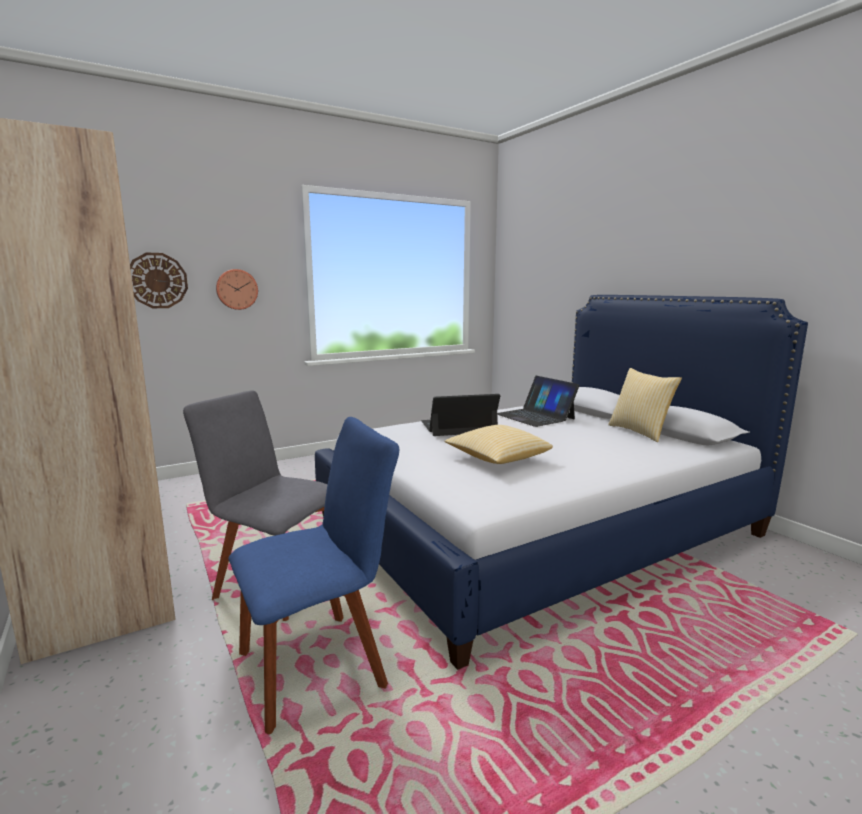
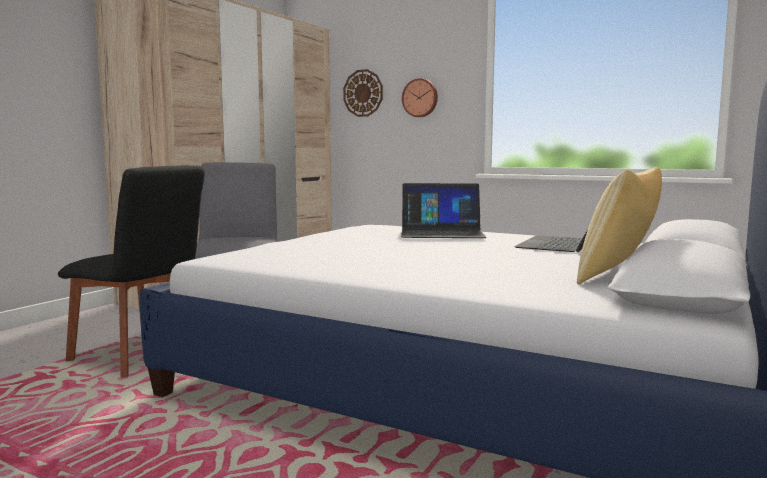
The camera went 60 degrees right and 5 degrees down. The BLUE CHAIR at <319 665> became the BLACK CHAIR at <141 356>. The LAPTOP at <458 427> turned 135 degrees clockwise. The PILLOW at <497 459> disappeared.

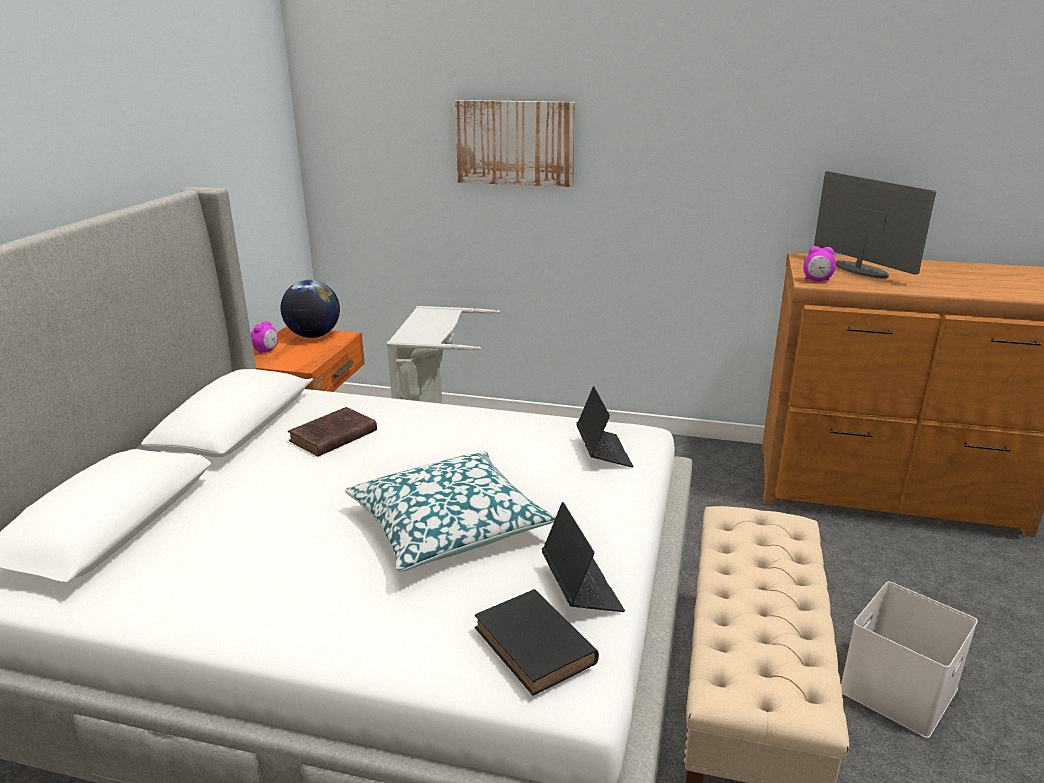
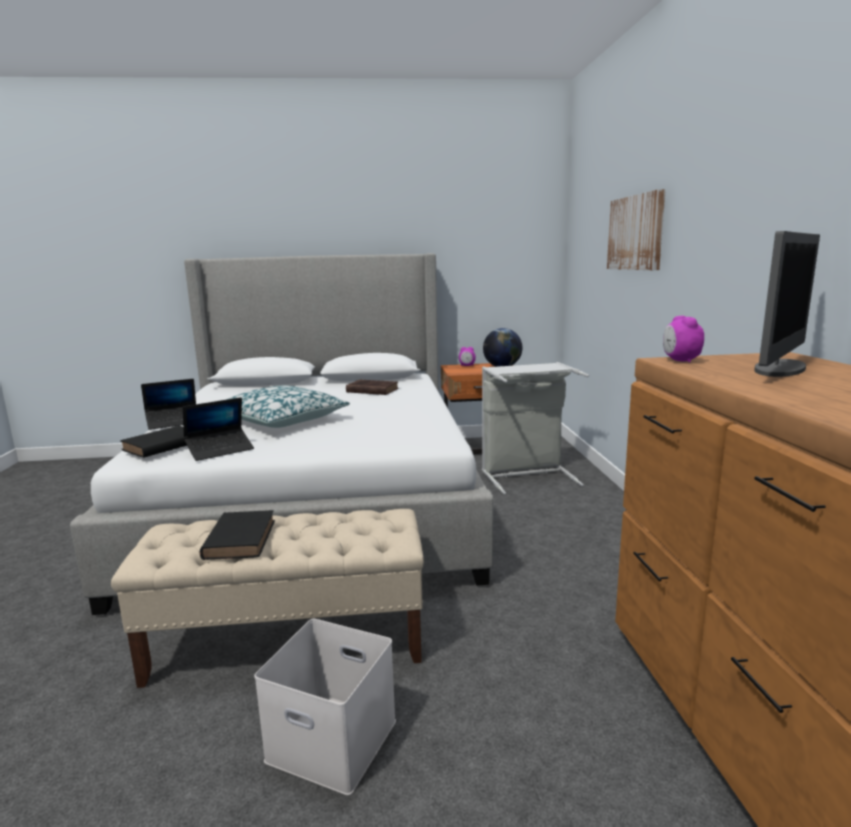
The camera went 70 degrees right and 10 degrees down. The LAPTOP moved from <603 452> to <174 422>. The BLACK BOOK at <240 538> appeared.

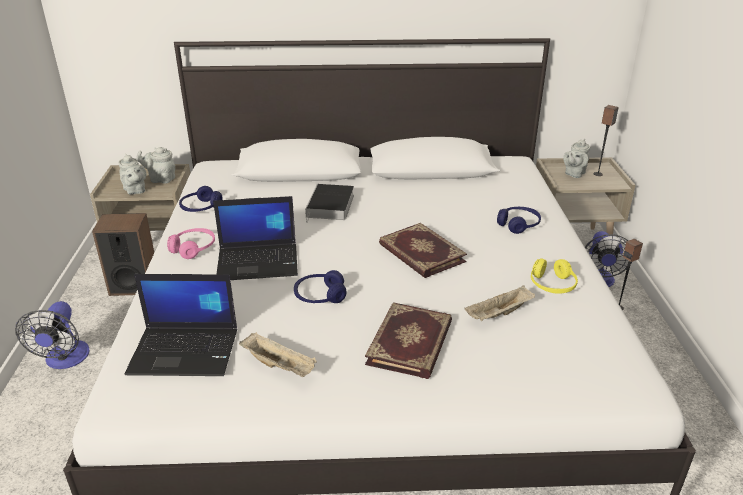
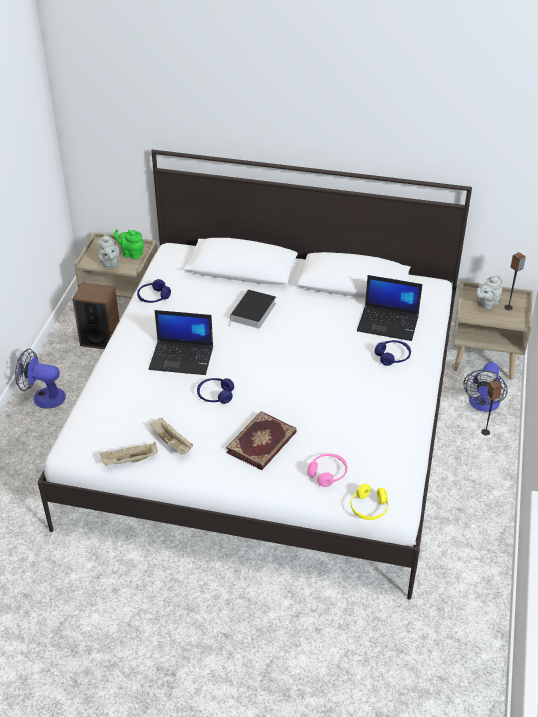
The camera went 15 degrees right and 10 degrees up. The FAN at <65 360> turned 90 degrees clockwise. The BEIGE TRAY moved from <499 314> to <129 461>. The GREY TEAPOT at <160 179> became the GREEN TEAPOT at <131 254>. The PINK HEADPHONES moved from <193 248> to <327 473>. The YELLOW HEADPHONES moved from <552 285> to <369 508>. The LAPTOP moved from <186 351> to <389 323>. The BOOK at <420 253> disappeared.

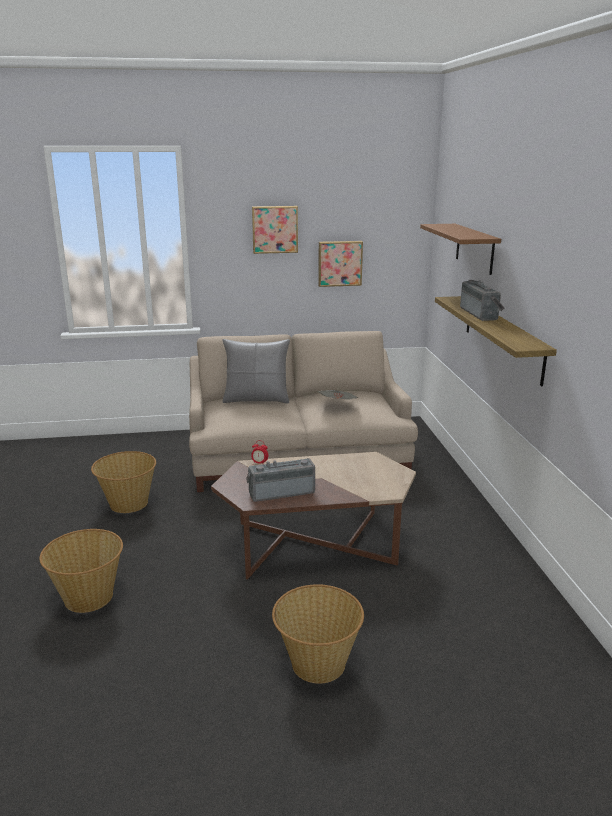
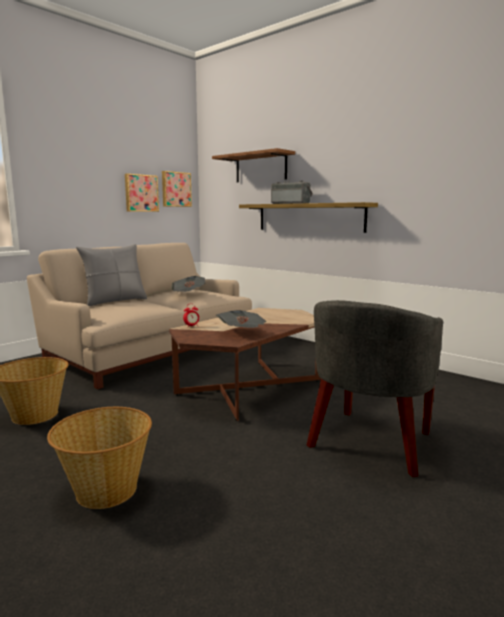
The camera went 40 degrees left and 10 degrees down. The PICTURE moved from <274 229> to <175 189>. The RADIO at <281 492> was replaced by the NEWSPAPER at <242 333>. The BASKET at <317 663> was replaced by the GREY ARMCHAIR at <370 443>.

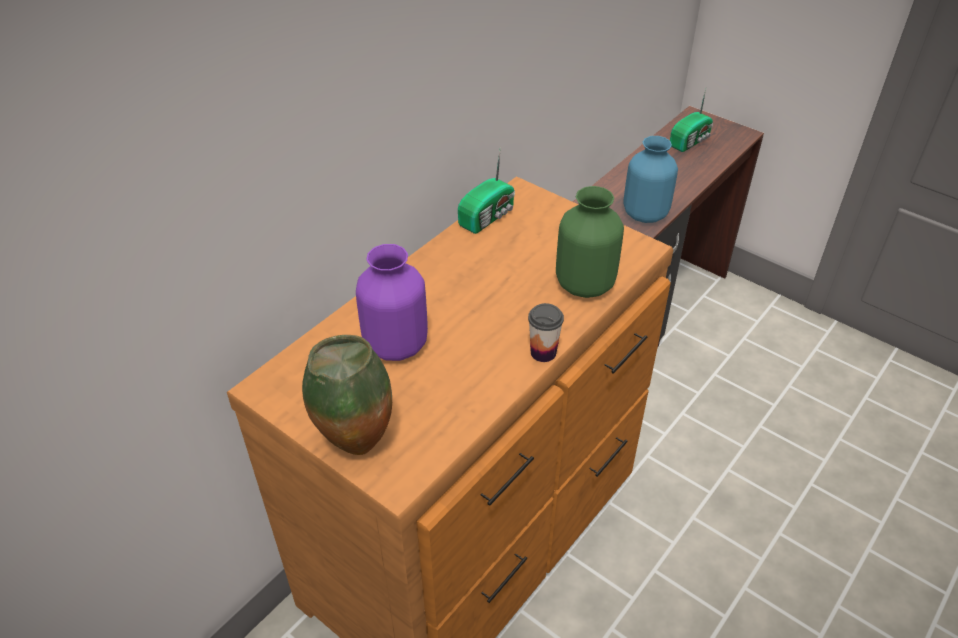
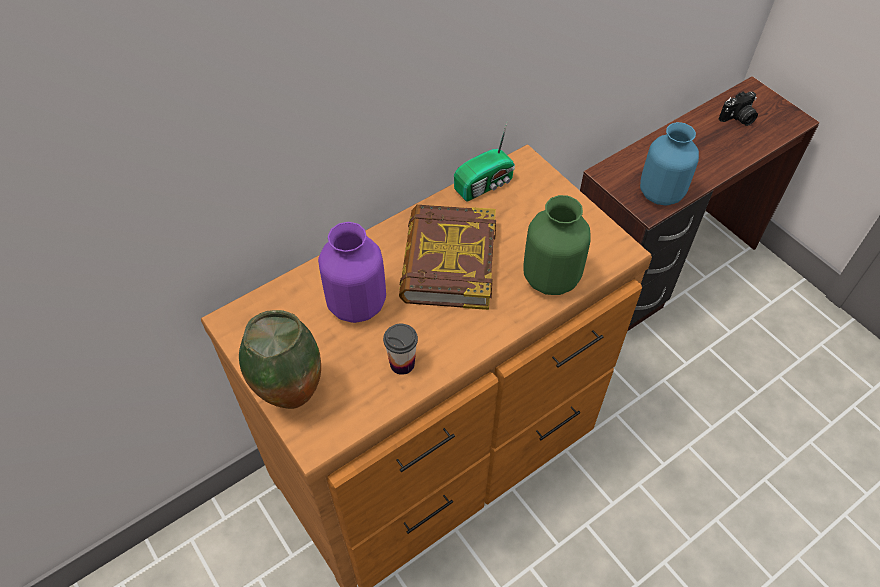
The camera went 15 degrees right and 10 degrees up. The CUP moved from <543 352> to <402 363>. The BOOK at <448 262> appeared. The RADIO at <691 141> was replaced by the PHOTO CAMERA at <738 118>.

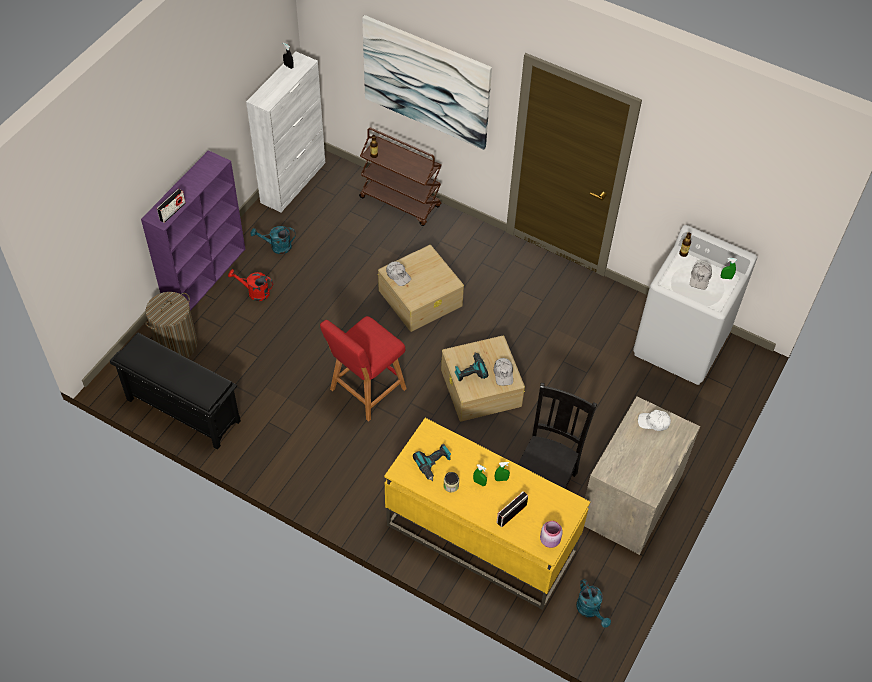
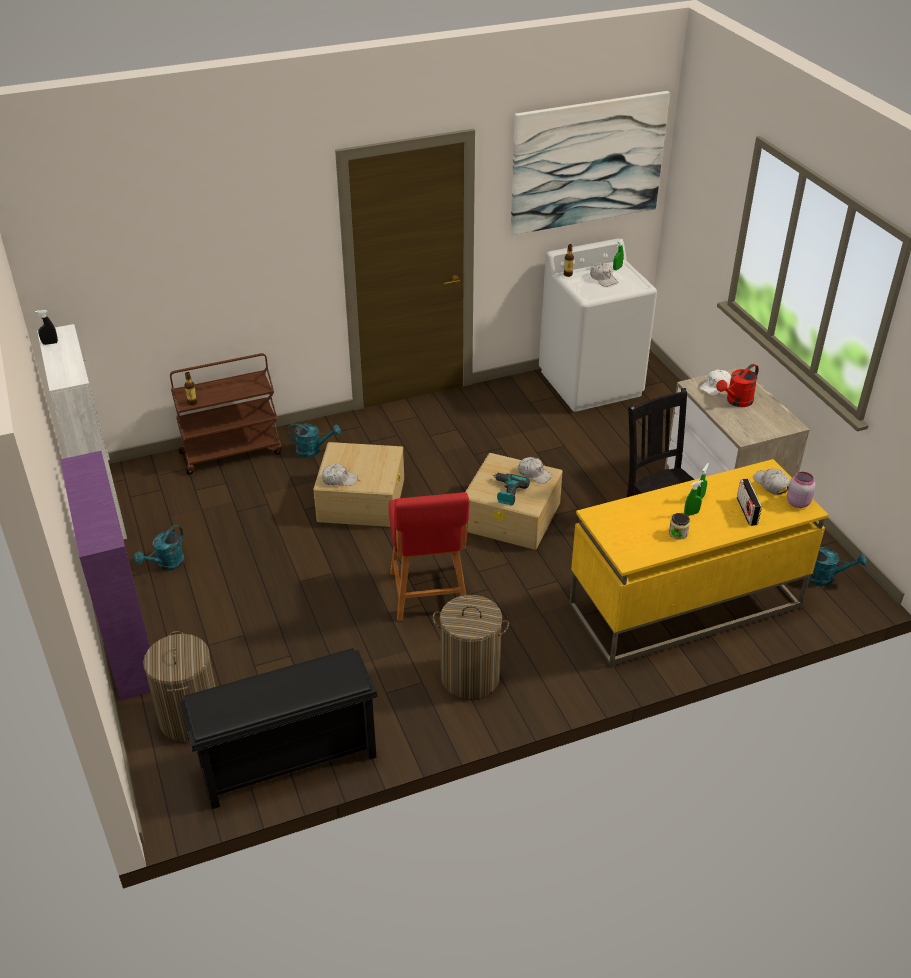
The camera went 50 degrees left and 15 degrees down. The TURQUOISE WATERING CAN at <313 450> appeared. The LAUNDRY BASKET at <470 677> appeared. The PICTURE moved from <426 82> to <587 162>. The RED WATERING CAN moved from <254 292> to <736 402>. The WHITE CAP at <771 484> appeared. The RADIO at <172 211> disappeared. The POWER DRILL at <434 464> disappeared.

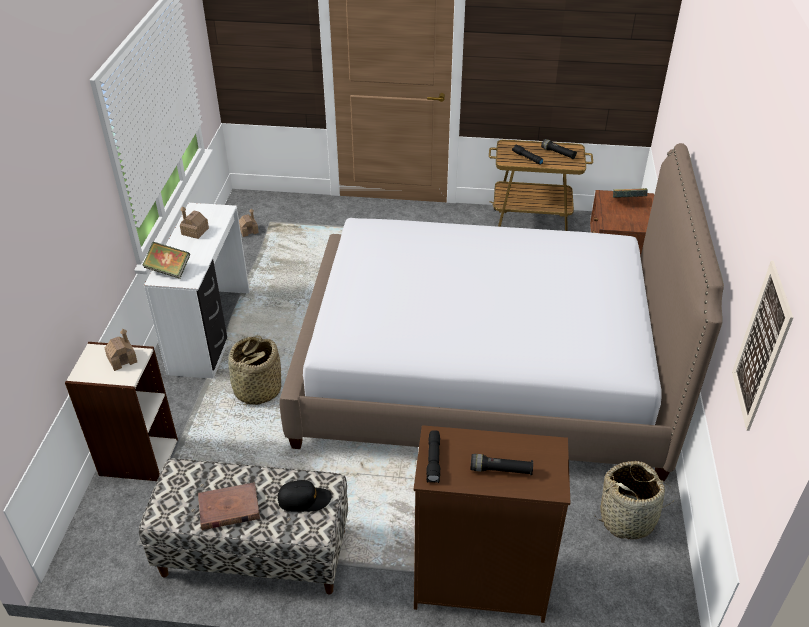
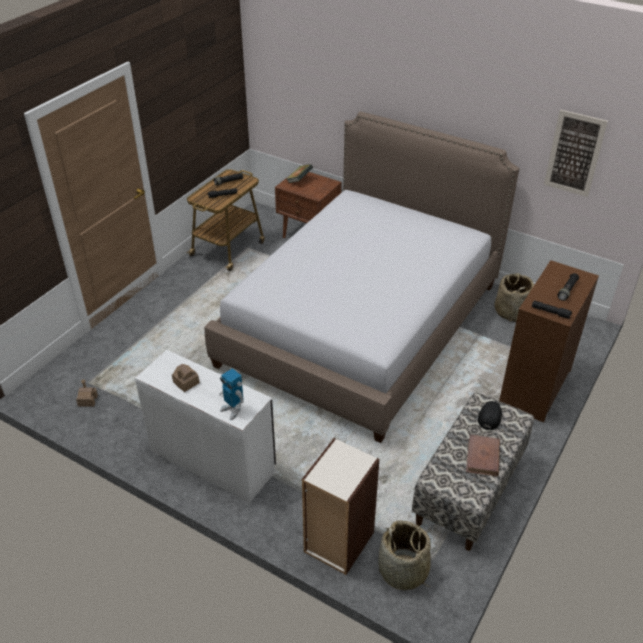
The camera went 65 degrees left and 0 degrees up. The BOOK at <168 270> was replaced by the TOY ROBOT at <233 410>. The BASKET moved from <257 390> to <403 571>. The TOY HOUSE at <122 359> disappeared.

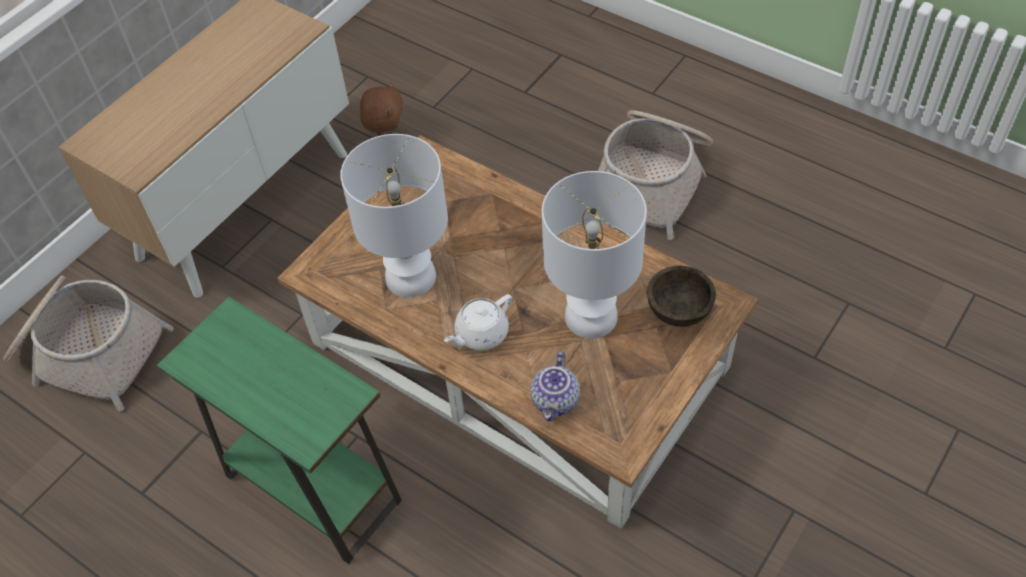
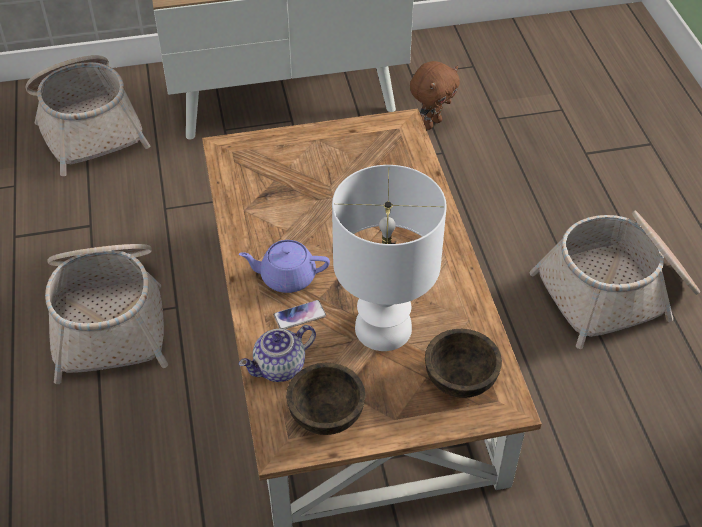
The camera went 40 degrees right and 5 degrees down. The GREEN SIDE TABLE at <312 488> was replaced by the BASKET at <110 317>. The WHITE TEAPOT at <480 334> became the PURPLE TEAPOT at <286 277>. The PHONE at <299 316> appeared. The BROWN BOWL at <326 415> appeared. The WHITE TABLE LAMP at <412 277> disappeared.

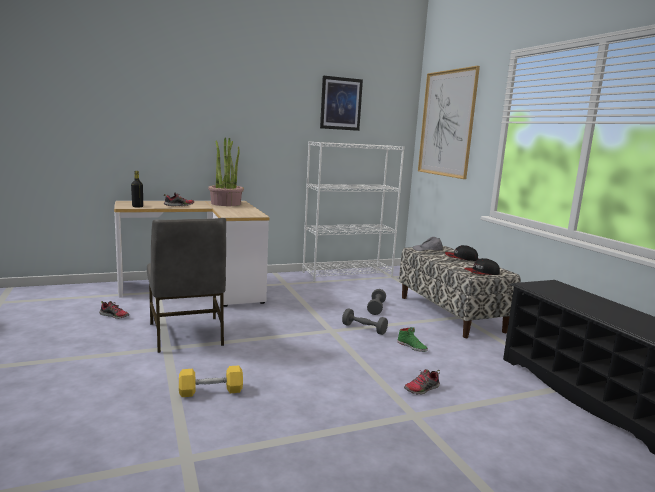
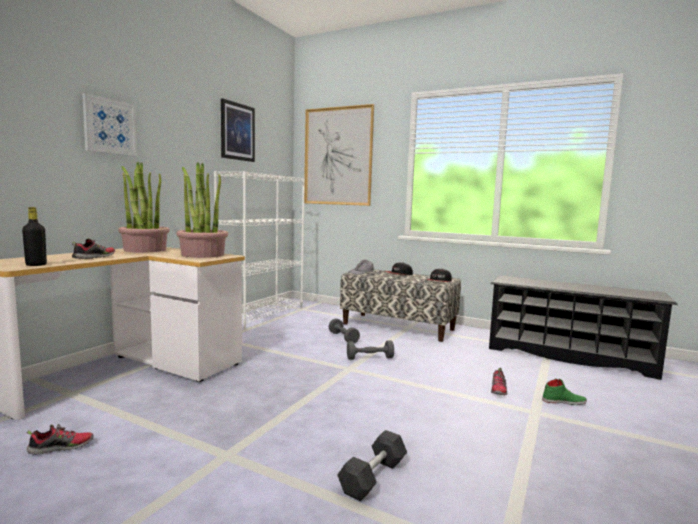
The camera went 40 degrees left and 5 degrees down. The PICTURE at <110 126> appeared. The POTTED PLANT at <202 254> appeared. The YELLOW DUMBBELL at <211 391> became the GREY DUMBBELL at <373 477>. The GREEN SHOE moved from <412 346> to <563 401>. The GREY CHAIR at <187 334> disappeared.

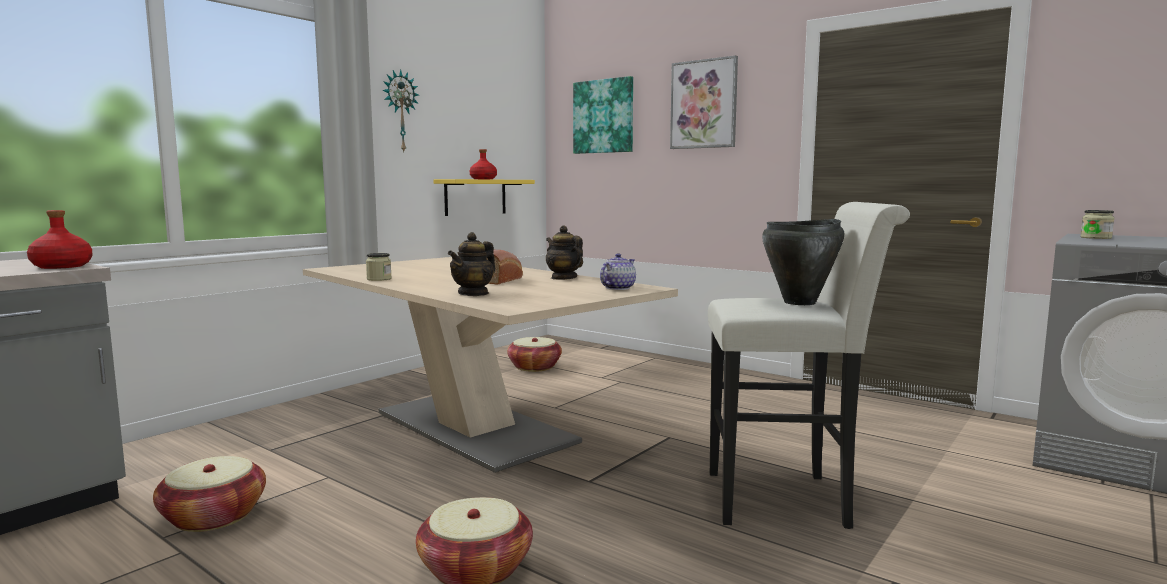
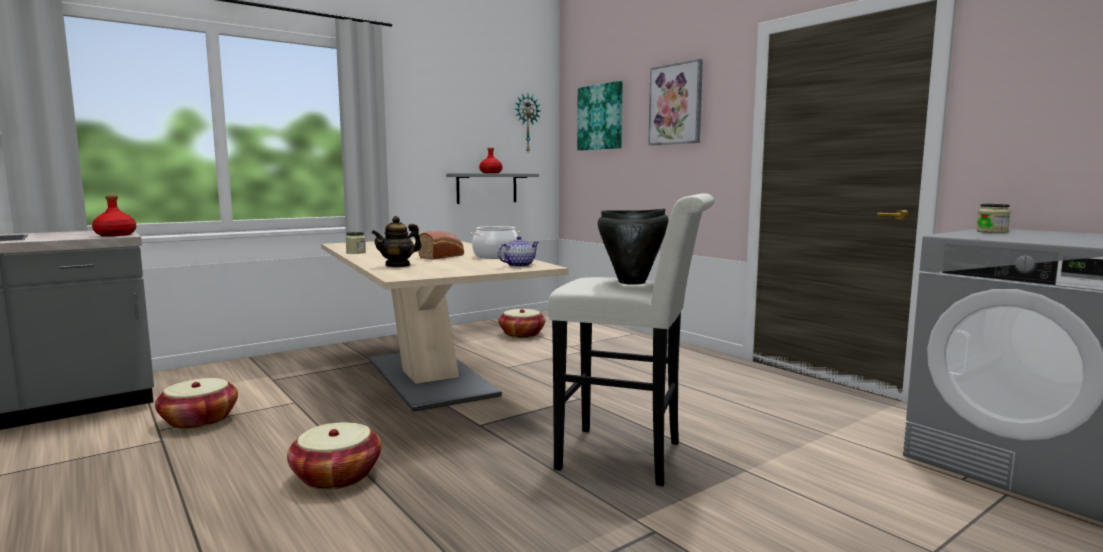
The camera went 15 degrees right and 0 degrees up. The YELLOW SHELF at <475 197> became the GREY SHELF at <487 188>. The TEAPOT at <563 278> was replaced by the COOKING POT at <495 256>. The WALL CLOCK moved from <399 111> to <526 123>.

